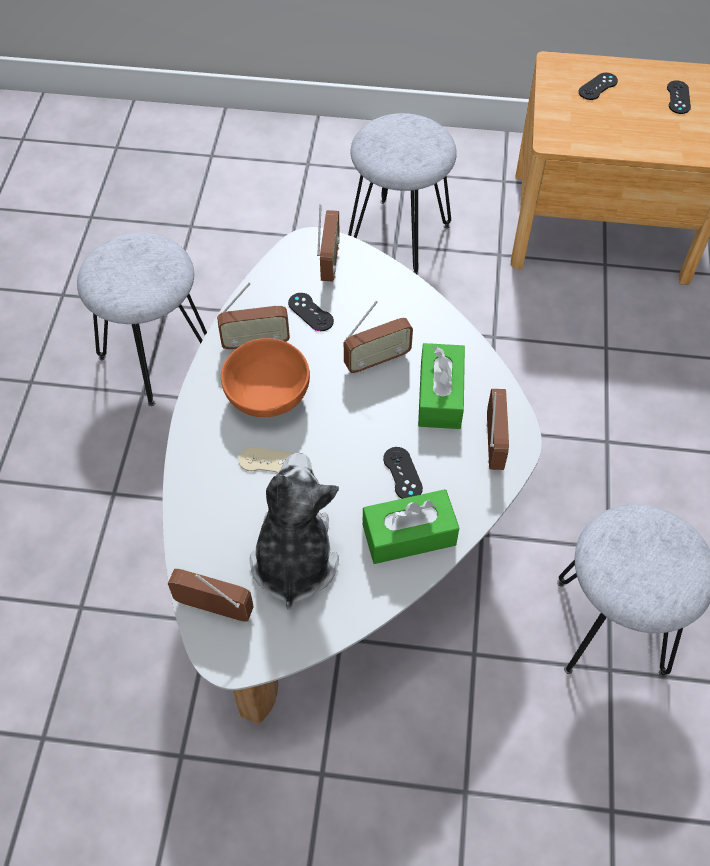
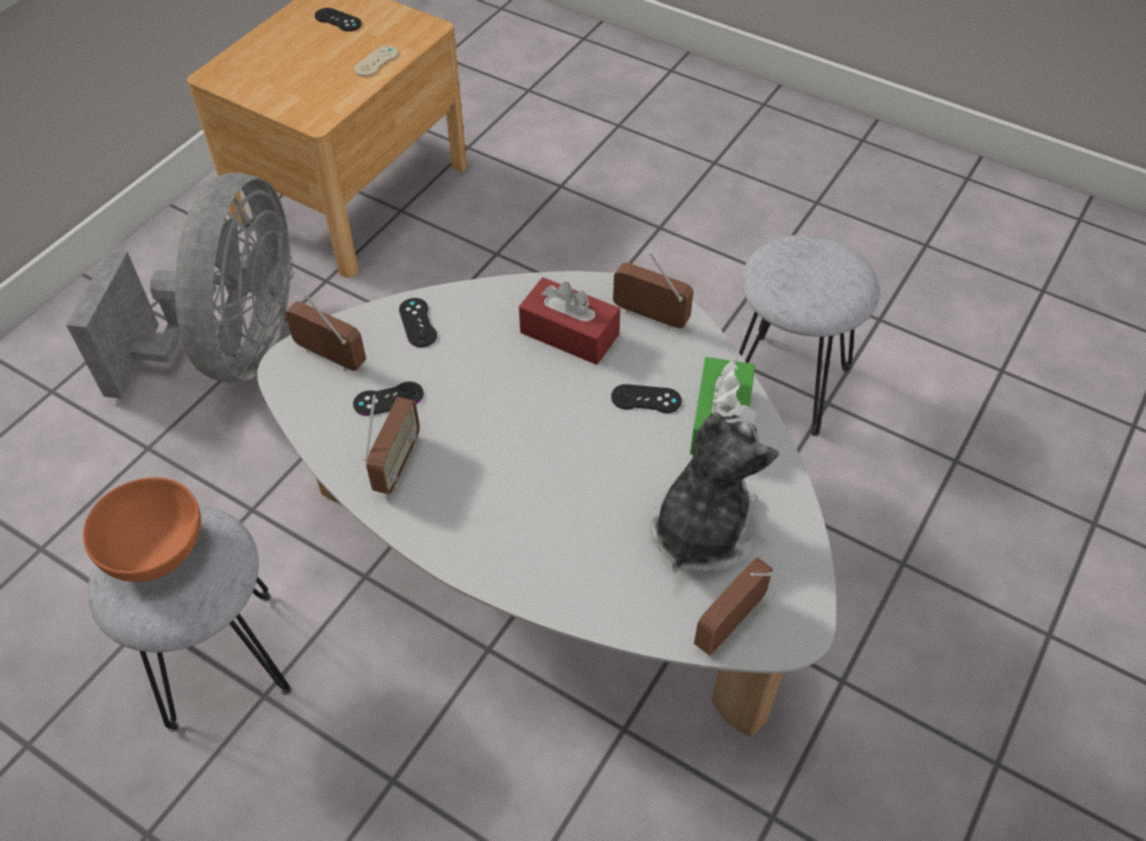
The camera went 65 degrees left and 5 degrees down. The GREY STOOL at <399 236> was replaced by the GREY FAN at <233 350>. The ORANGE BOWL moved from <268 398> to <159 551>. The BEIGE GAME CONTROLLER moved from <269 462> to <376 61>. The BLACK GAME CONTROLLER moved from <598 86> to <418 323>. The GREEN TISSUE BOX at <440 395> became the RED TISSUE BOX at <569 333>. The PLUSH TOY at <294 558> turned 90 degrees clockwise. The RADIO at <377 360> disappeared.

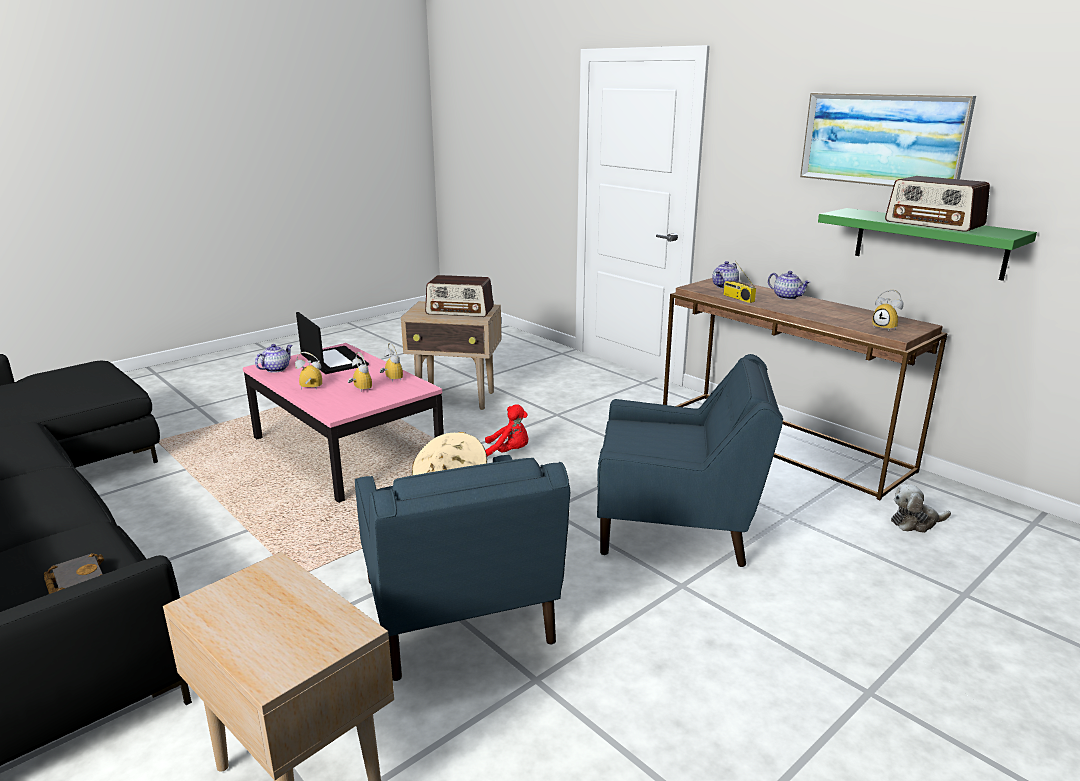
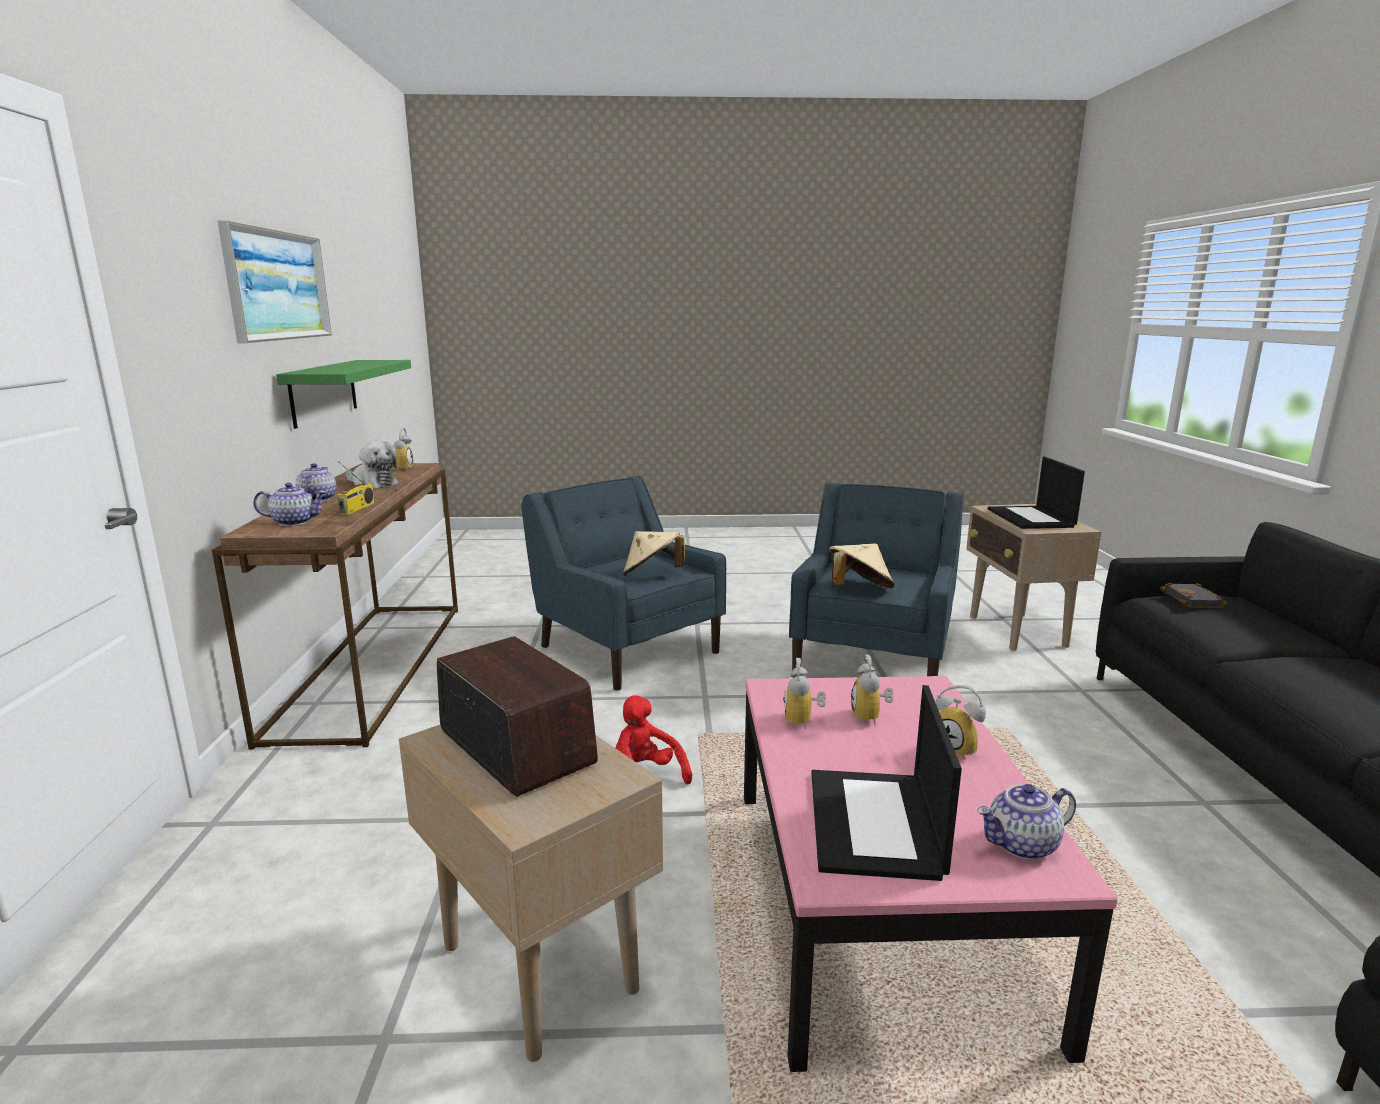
The camera went 140 degrees left and 5 degrees down. The PLUSH TOY moved from <915 522> to <372 484>. The BEIGE HAT at <652 574> appeared. The LAPTOP at <1031 518> appeared. The RADIO at <934 224> disappeared.

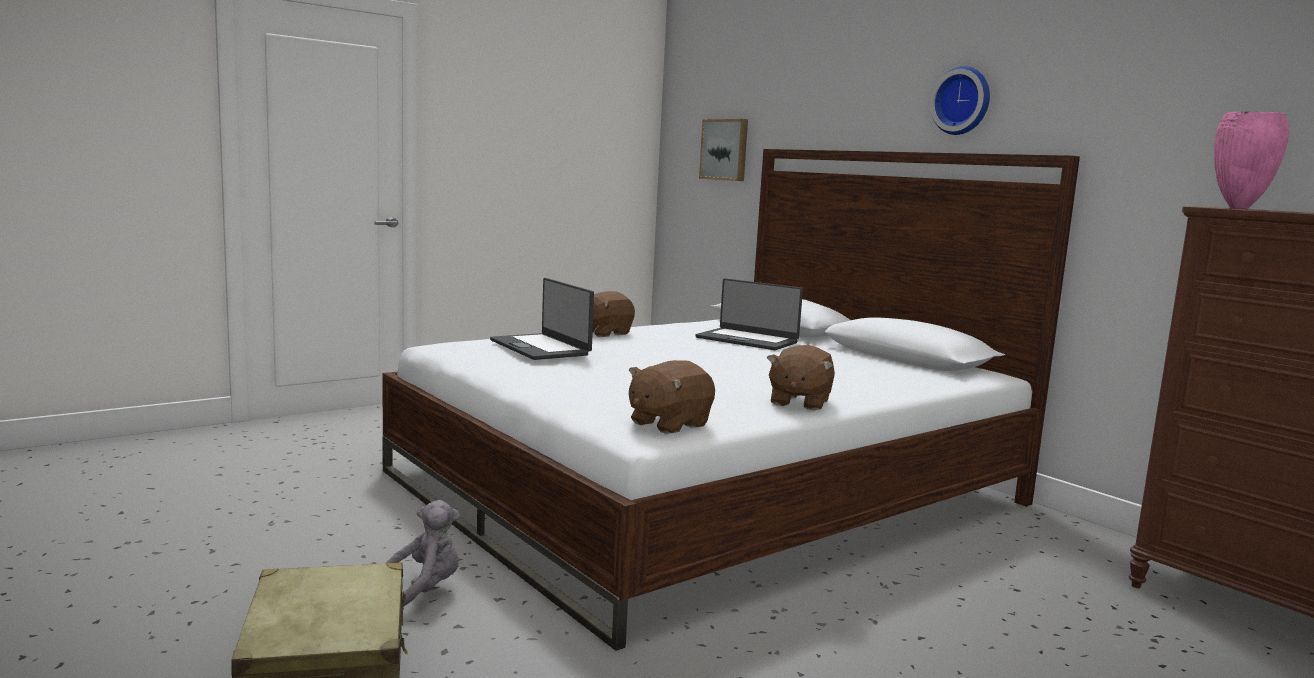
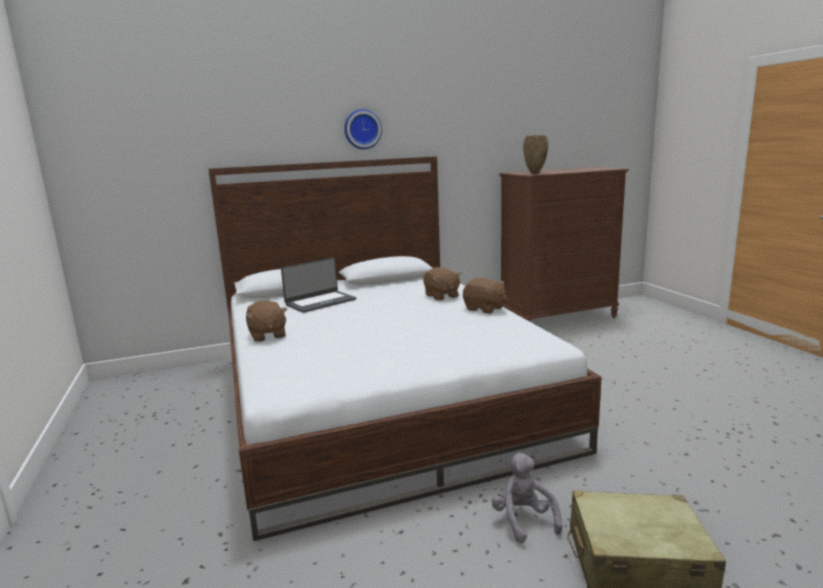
The camera went 70 degrees left and 5 degrees up. The BROWN PLUSH TOY moved from <668 424> to <441 296>. The PINK VASE at <1239 208> became the BROWN VASE at <535 173>. The LAPTOP at <541 347> disappeared. The PICTURE at <725 150> disappeared.

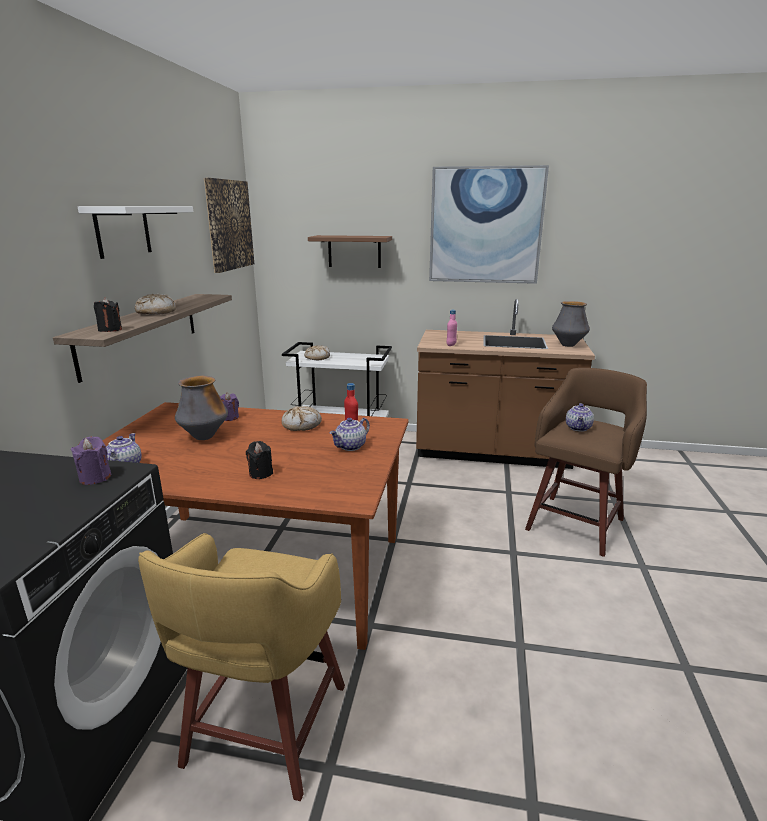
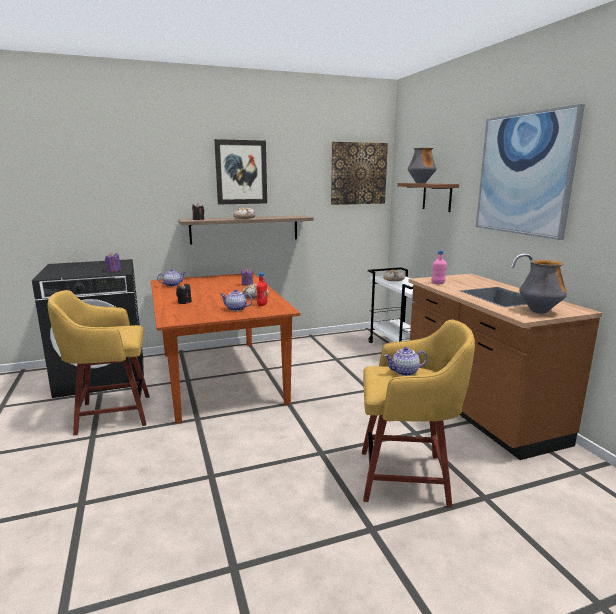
The camera went 60 degrees right and 5 degrees down. The WHITE SHELF at <123 231> was replaced by the PICTURE at <241 172>. The BROWN STOOL at <576 523> became the YELLOW STOOL at <407 478>. The VASE moved from <204 437> to <421 183>.

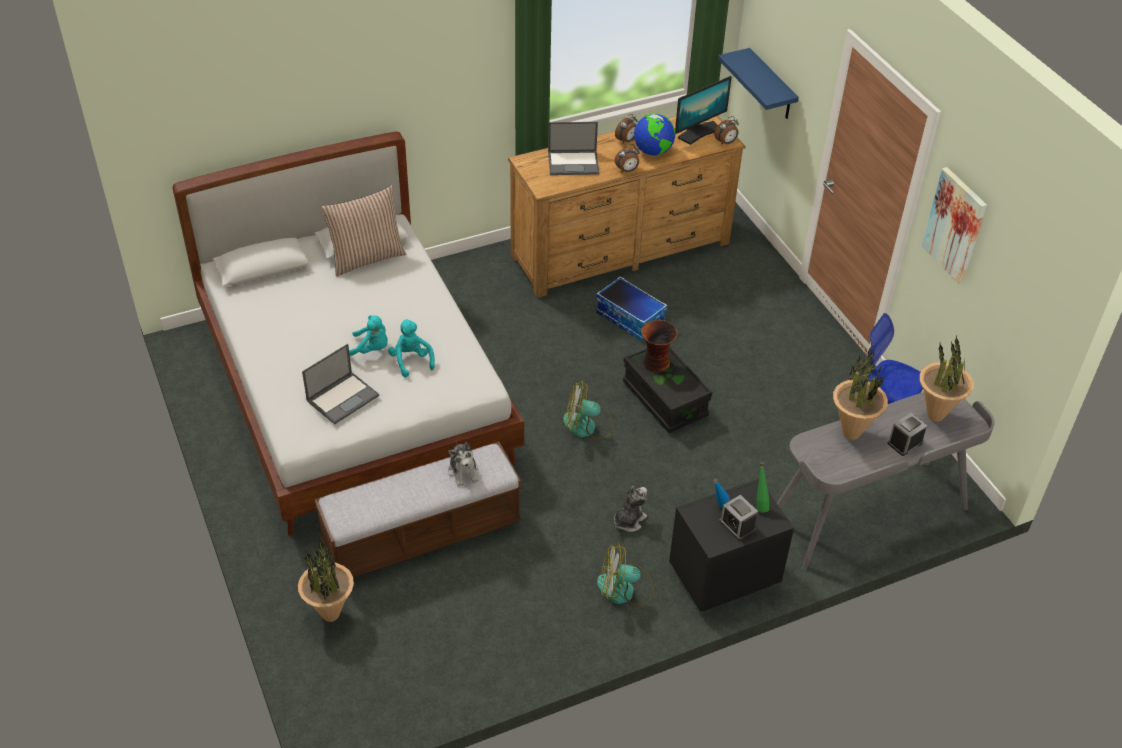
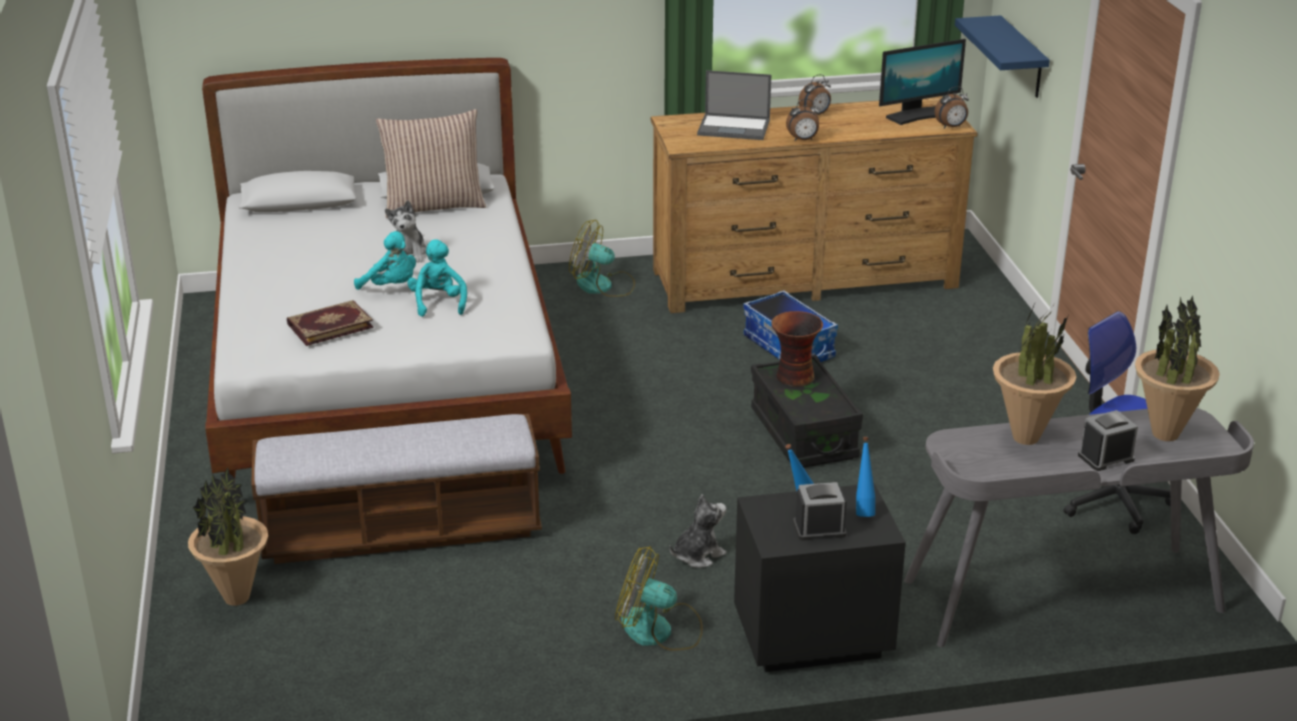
The camera went 15 degrees right and 15 degrees down. The LAPTOP at <343 397> was replaced by the BOOK at <329 325>. The PLUSH TOY moved from <463 472> to <409 253>. The FAN moved from <587 426> to <603 286>. The ALARM CLOCK at <737 526> turned 105 degrees clockwise. The GREEN BOTTLE at <760 505> became the BLUE BOTTLE at <863 510>. The GLOBE at <653 151> disappeared. The PICTURE at <955 225> disappeared.

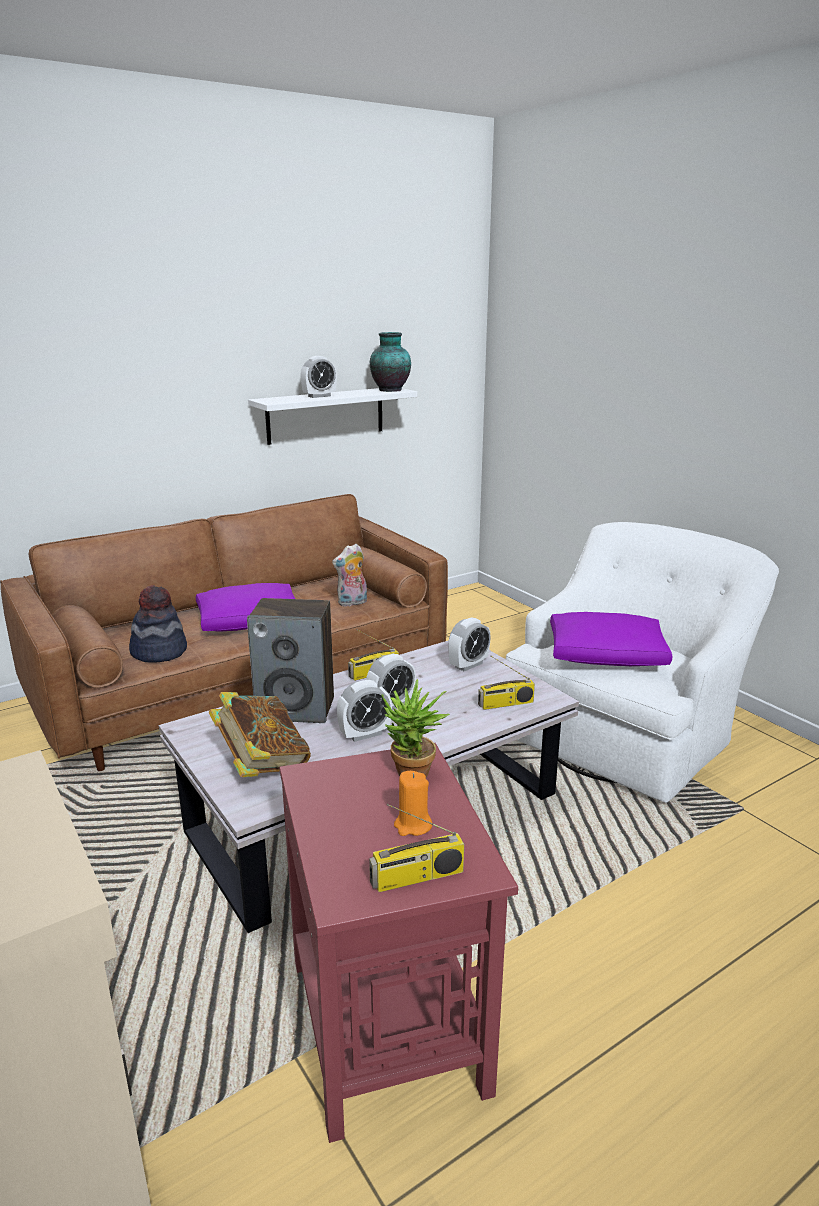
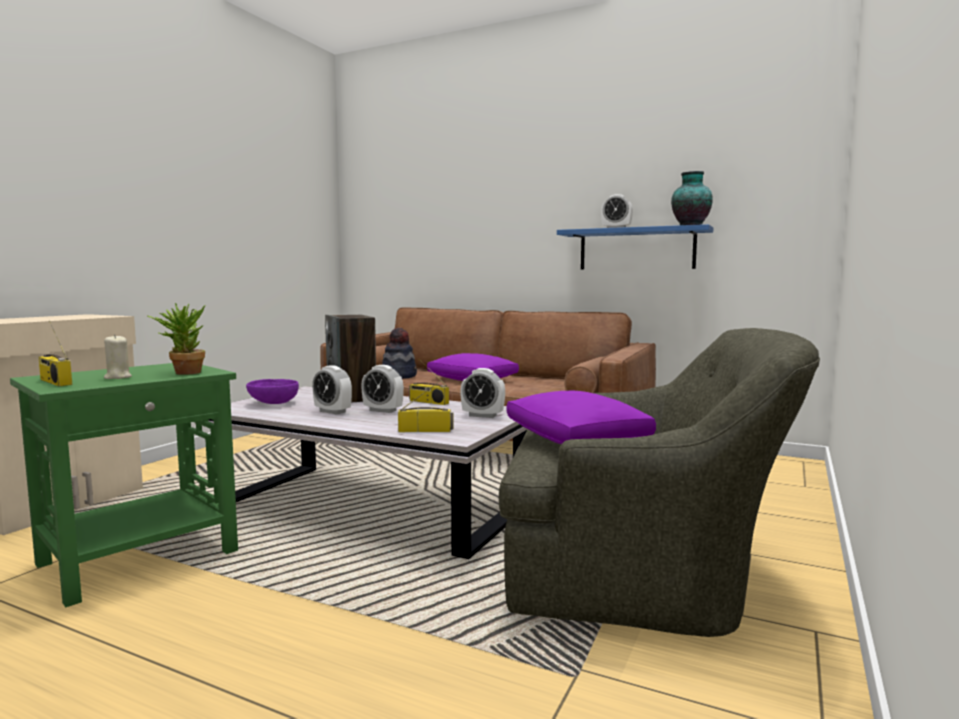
The camera went 60 degrees right and 15 degrees down. The RED SIDE TABLE at <388 1023> became the GREEN SIDE TABLE at <139 558>. The ORANGE CANDLE at <412 825> became the BEIGE CANDLE at <117 377>. The BOOK at <262 764> was replaced by the PURPLE BOWL at <273 403>. The RADIO at <505 704> turned 135 degrees clockwise. The WHITE ARMCHAIR at <626 733> became the GREEN ARMCHAIR at <643 577>. The WHITE SHELF at <326 415> became the BLUE SHELF at <636 249>. The PLUSH TOY at <352 603> disappeared.

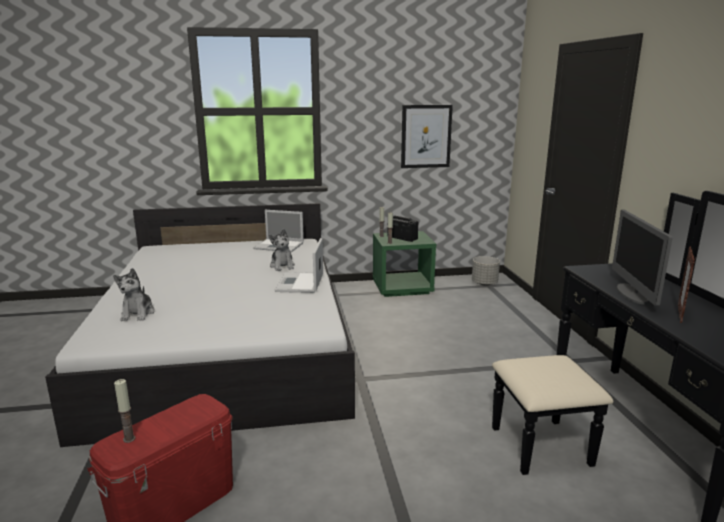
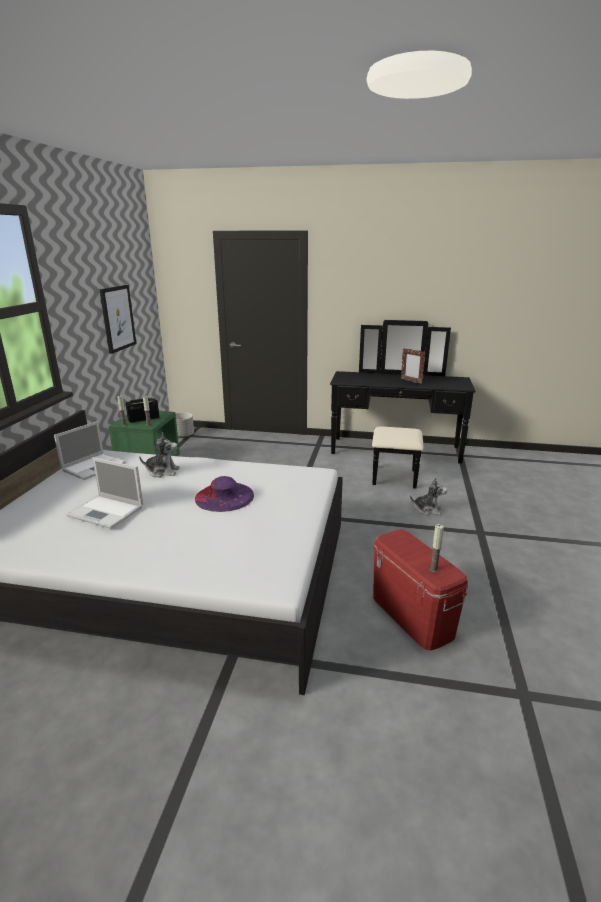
The camera went 70 degrees left and 5 degrees up. The LAPTOP moved from <300 283> to <107 511>. The PURPLE HAT at <224 497> appeared. The PLUSH TOY moved from <138 313> to <427 510>. The MONITOR at <632 294> disappeared.

